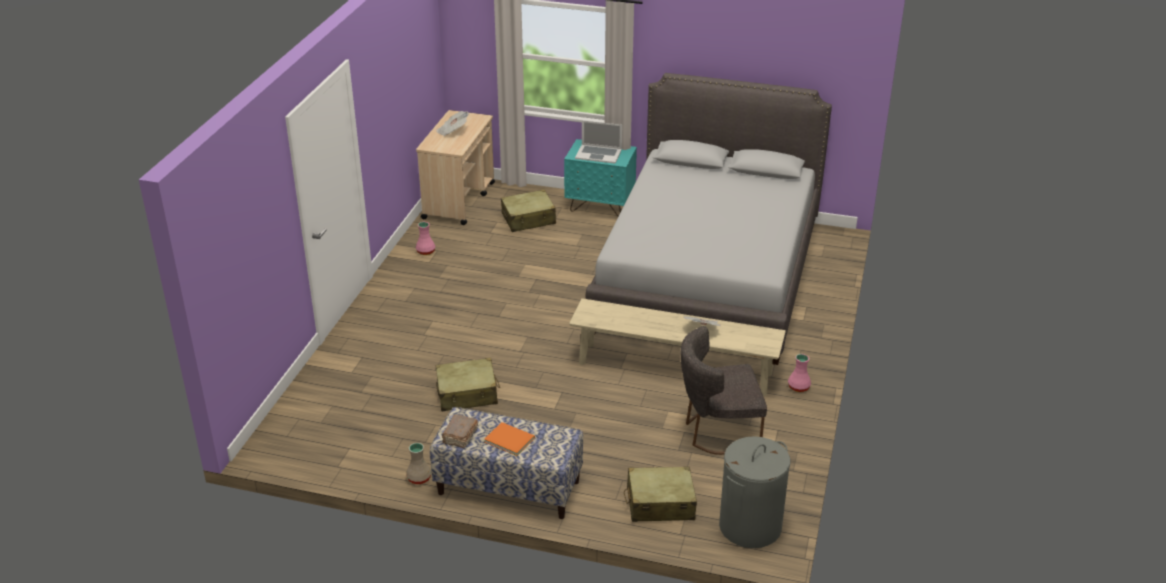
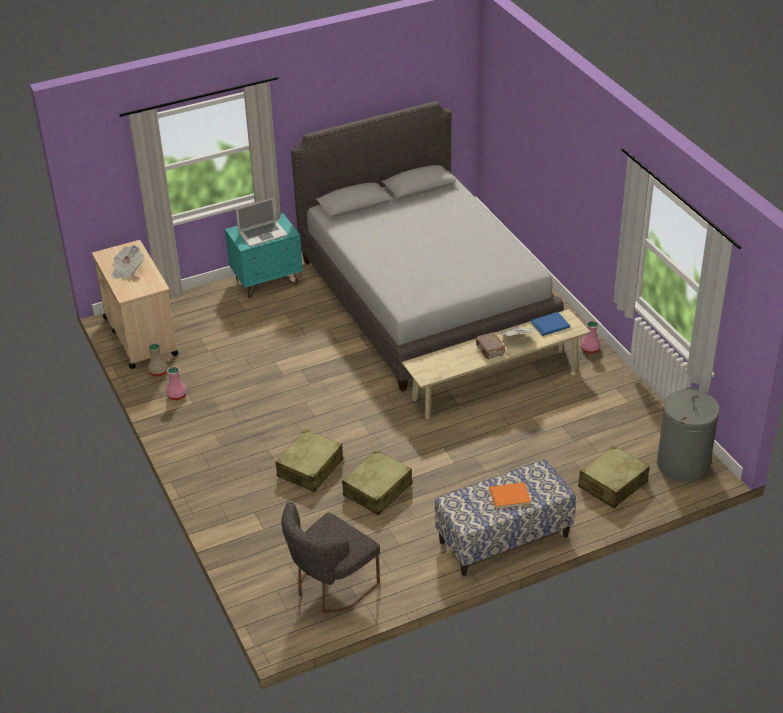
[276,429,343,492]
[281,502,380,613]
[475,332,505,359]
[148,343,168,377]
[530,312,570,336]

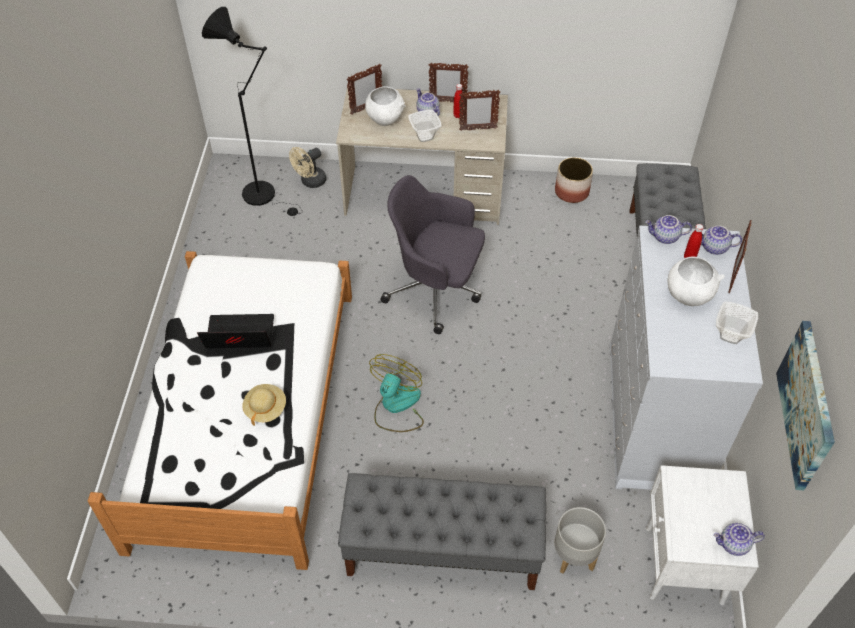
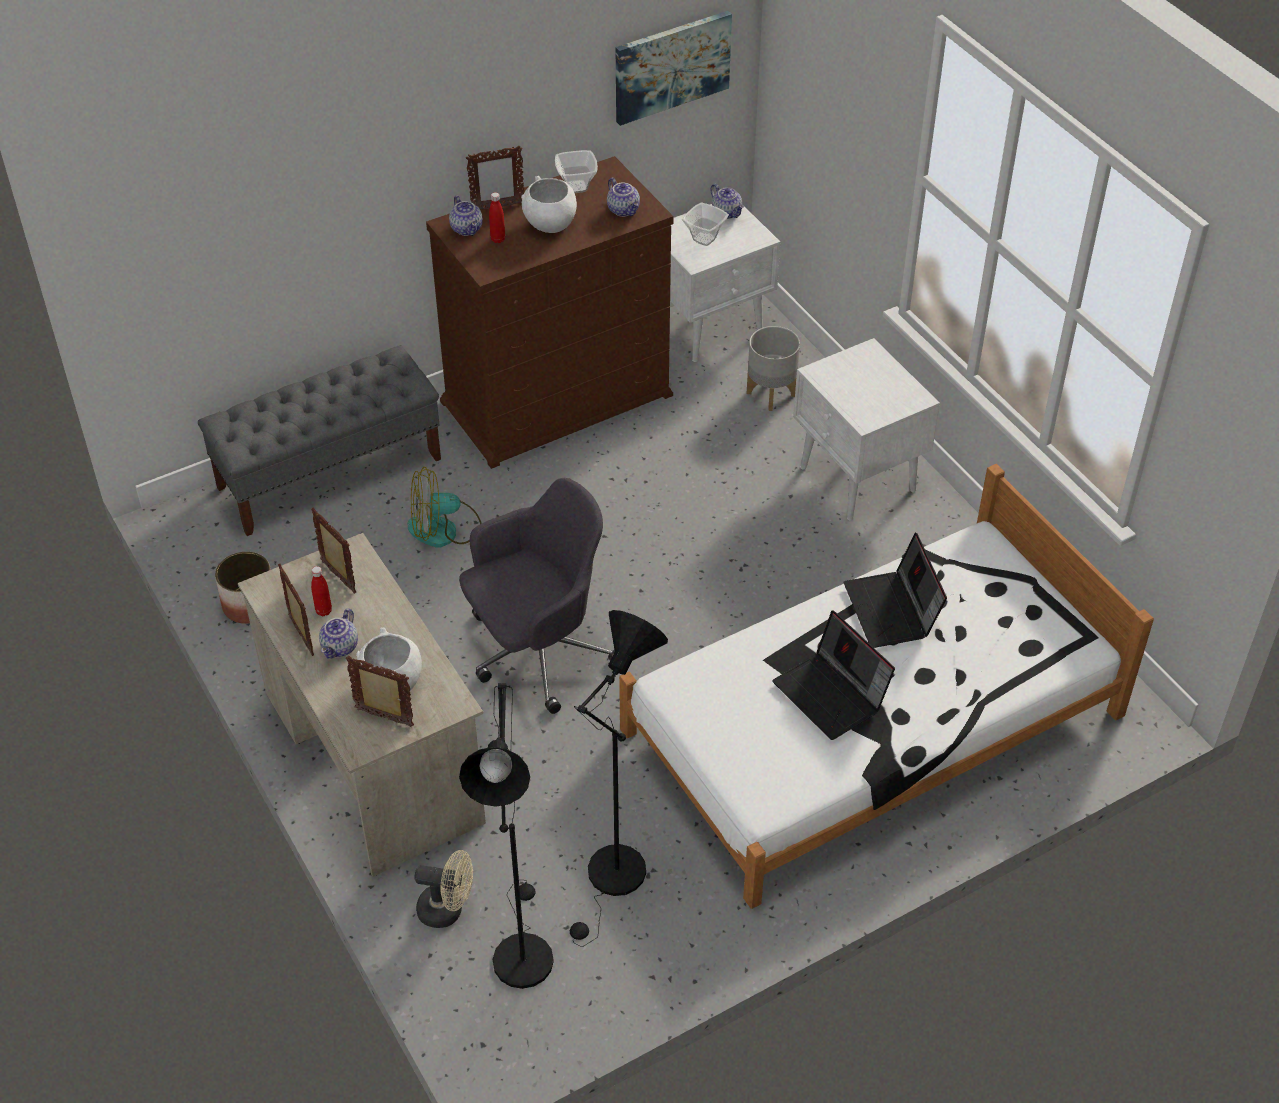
[682,202,729,246]
[459,478,615,714]
[607,178,640,217]
[426,156,673,469]
[407,467,482,548]
[843,532,947,648]
[793,338,940,521]
[570,610,668,947]

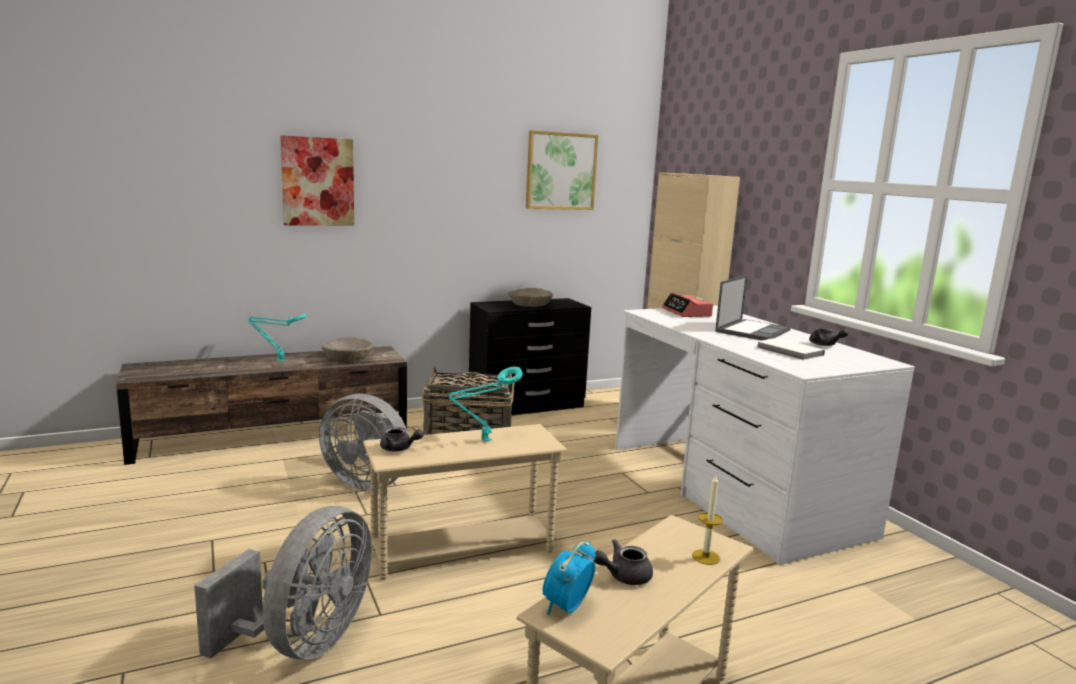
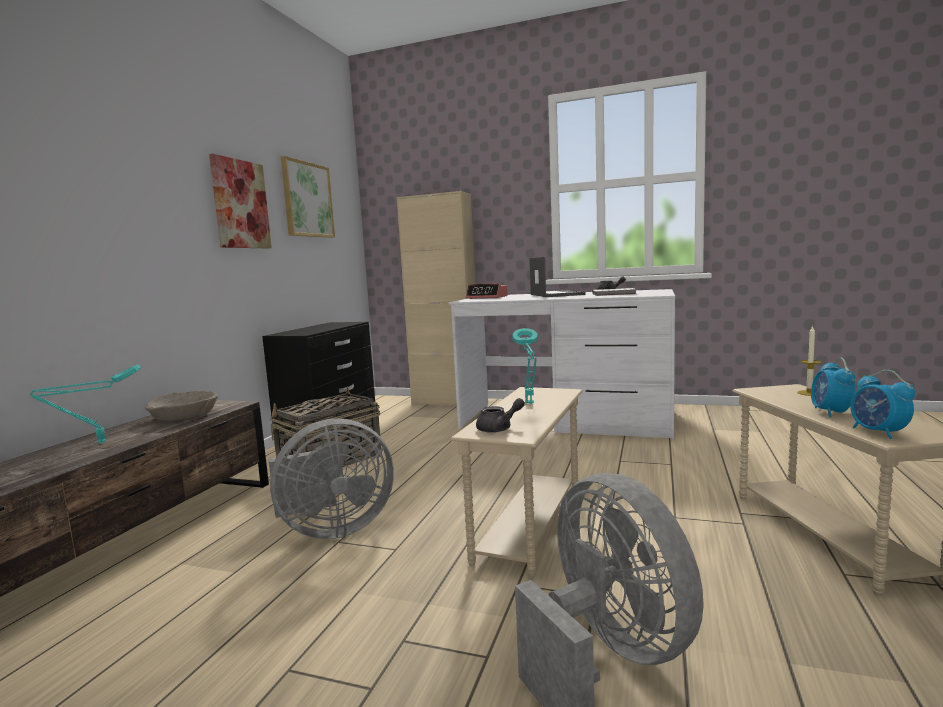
[209,154,272,248]
[508,288,553,307] (first image)
[811,358,855,417]

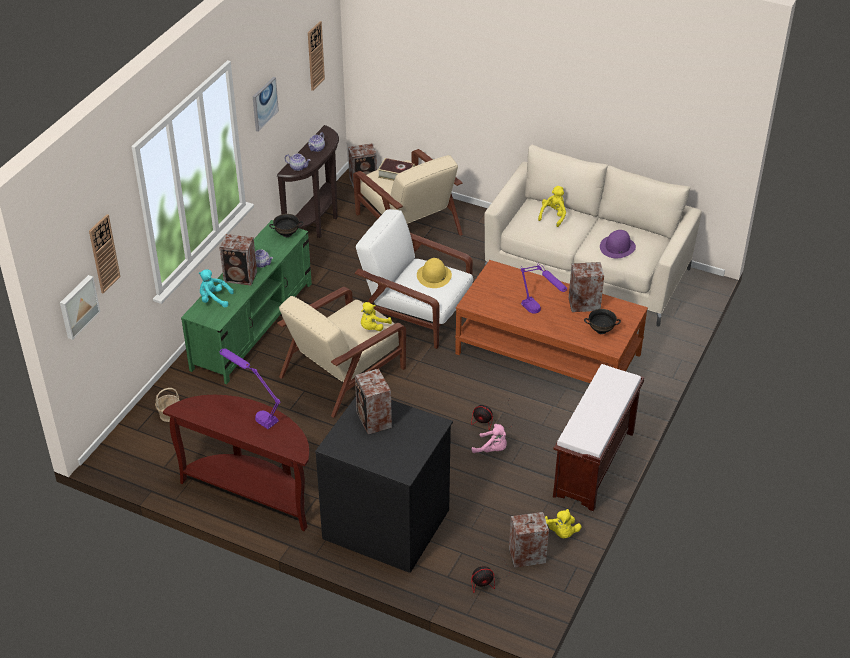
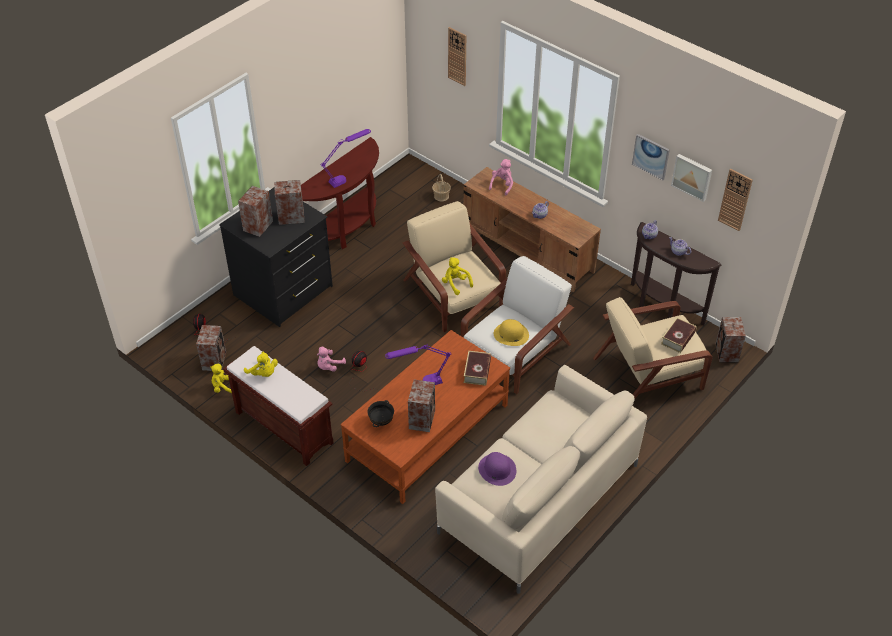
[244,352,278,377]
[269,214,303,237] (first image)
[464,167,601,292]
[238,186,273,237]
[489,159,513,195]
[671,154,712,202]
[464,351,491,386]

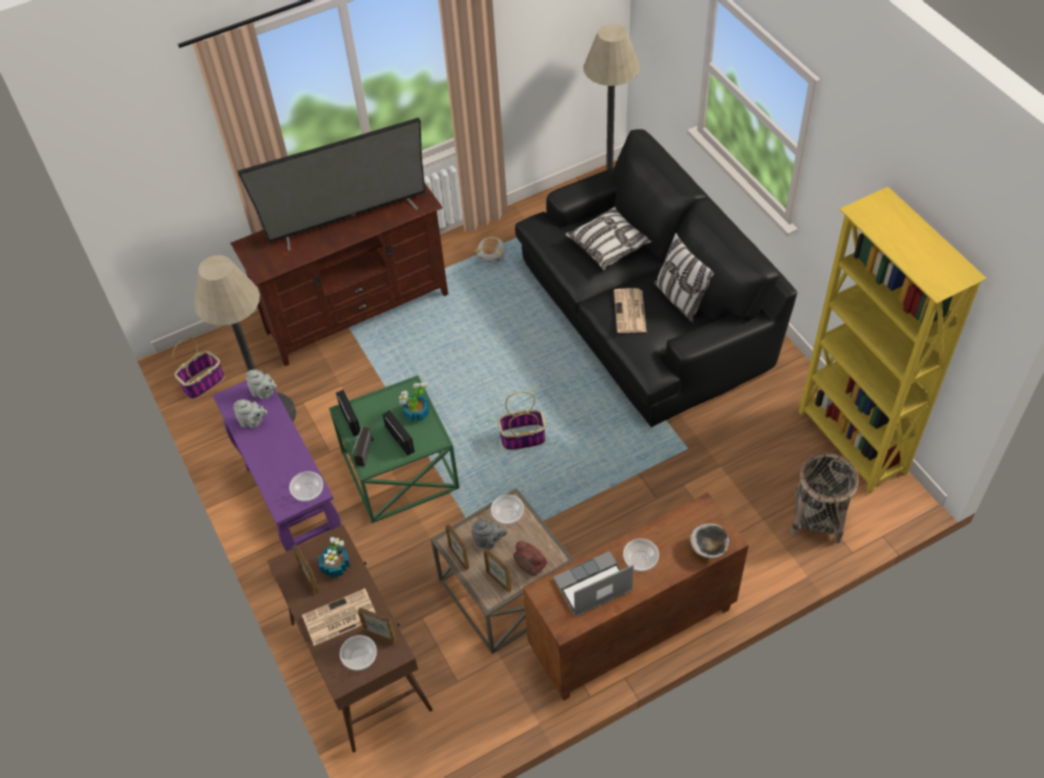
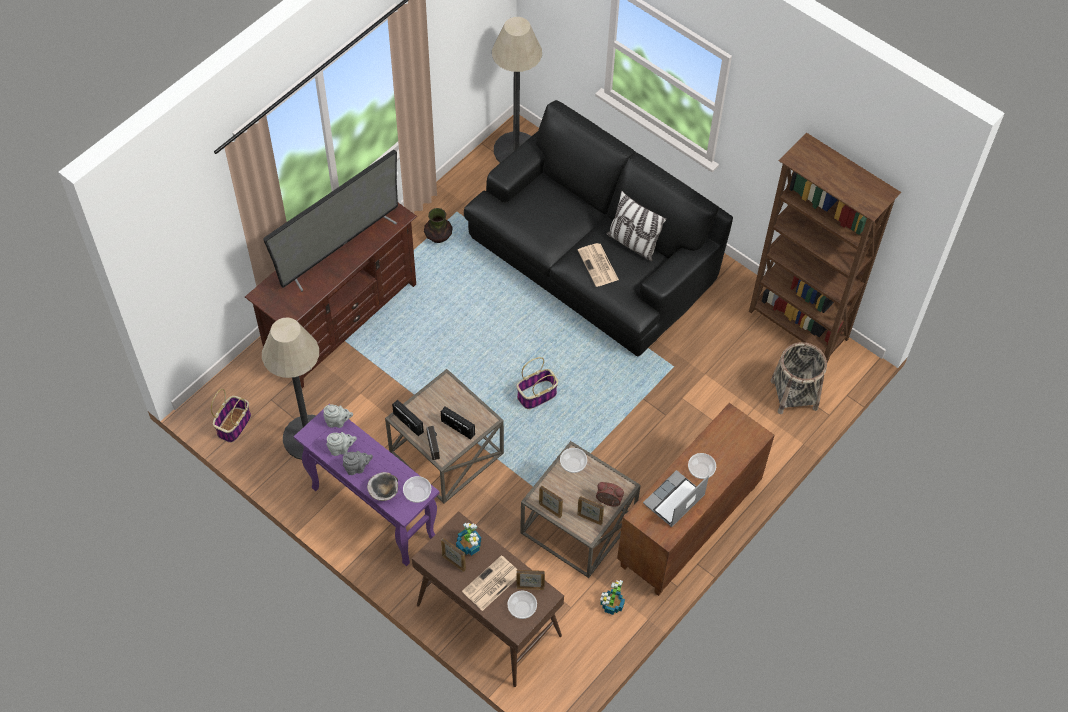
[749,133,901,362]
[565,207,652,270] (first image)
[424,208,453,243]
[385,369,504,503]
[600,580,625,615]
[343,451,373,475]
[367,472,398,501]

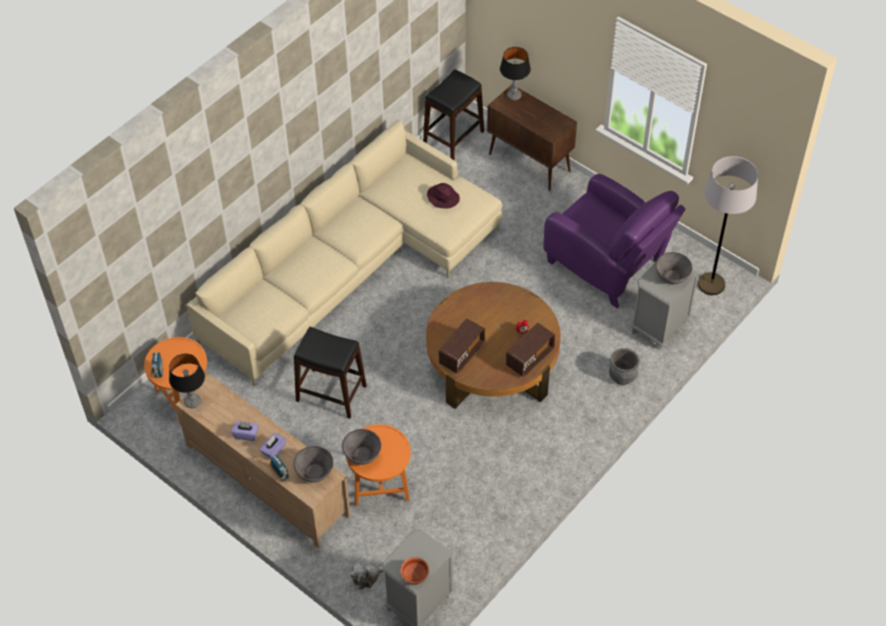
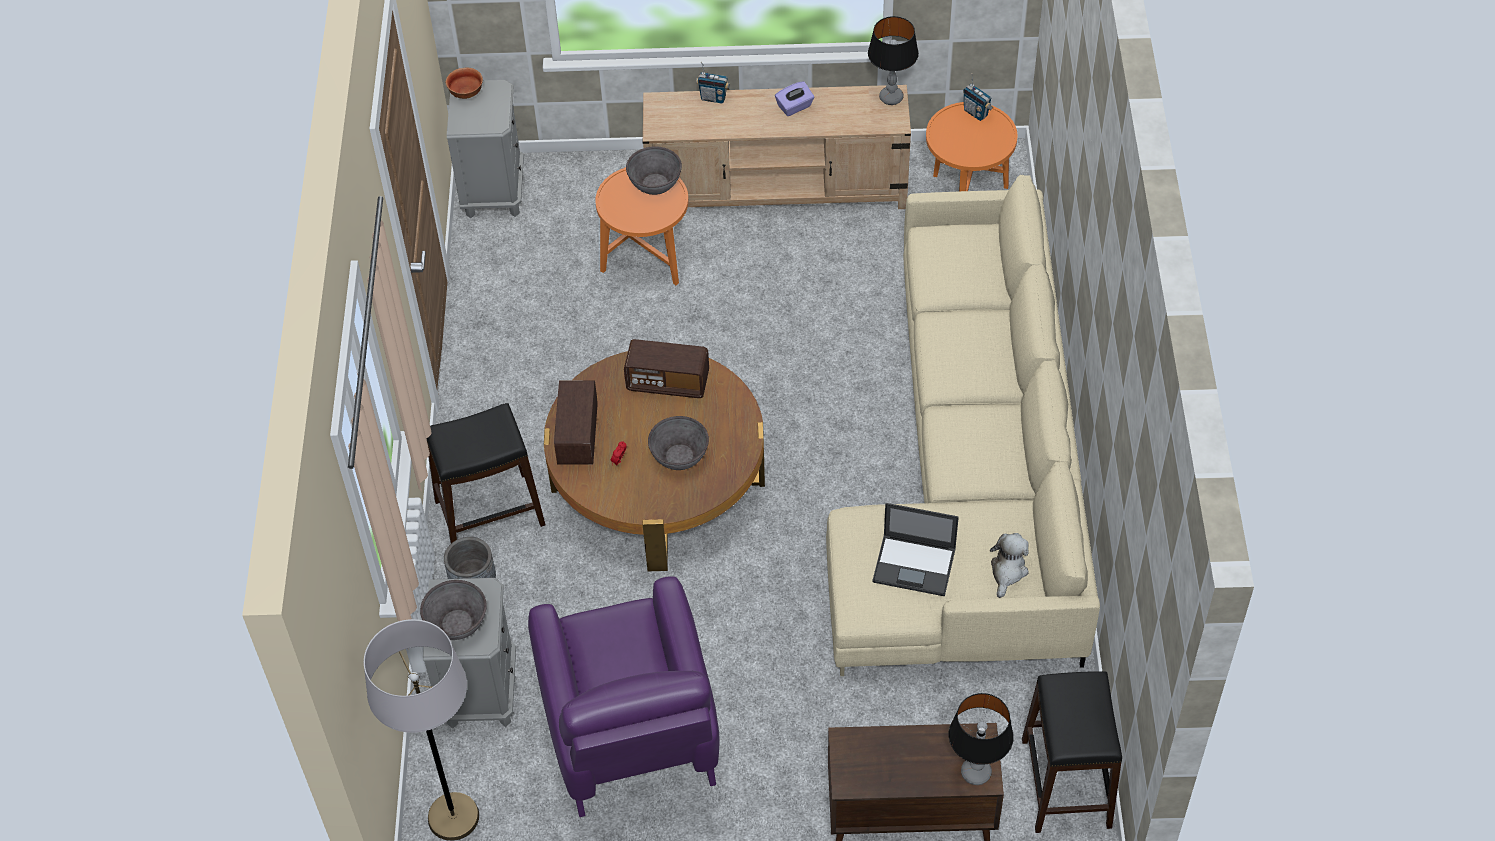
[528,576,720,817]
[872,503,959,596]
[624,339,709,398]
[426,403,546,543]
[260,433,286,459] (first image)
[648,416,709,470]
[990,533,1029,598]

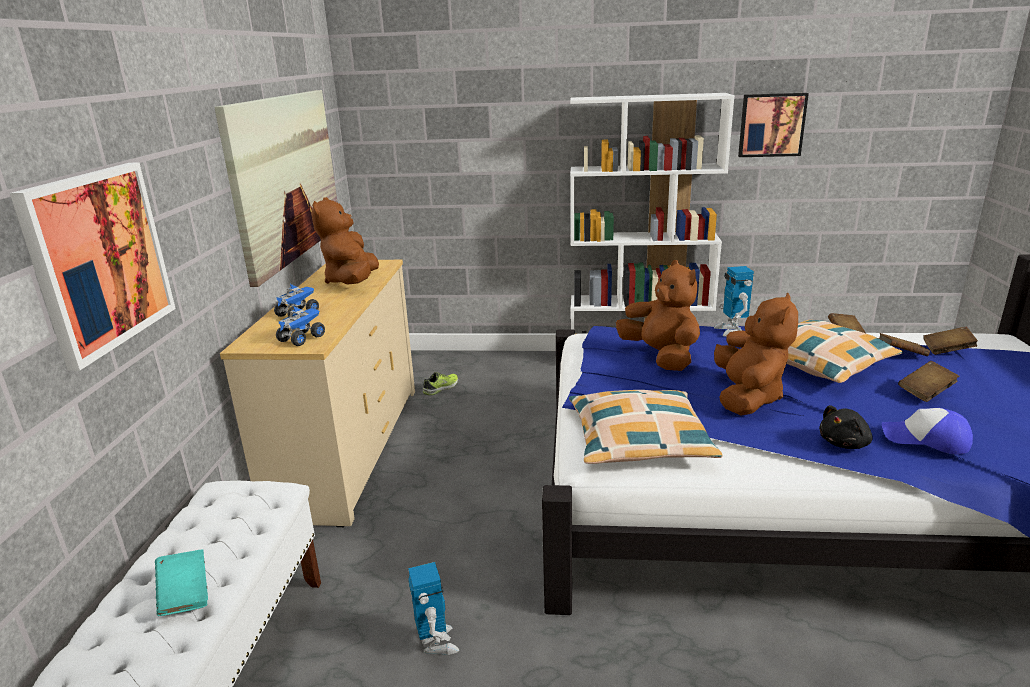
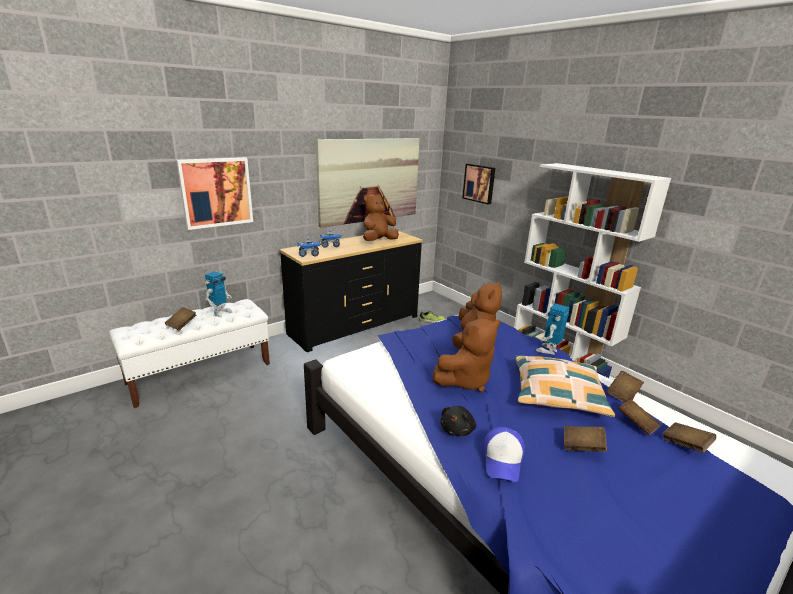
[462,163,495,205]
[279,231,423,352]
[569,390,722,464] (first image)
[440,406,476,436]
[484,427,525,482]
[165,307,196,330]
[205,271,232,317]

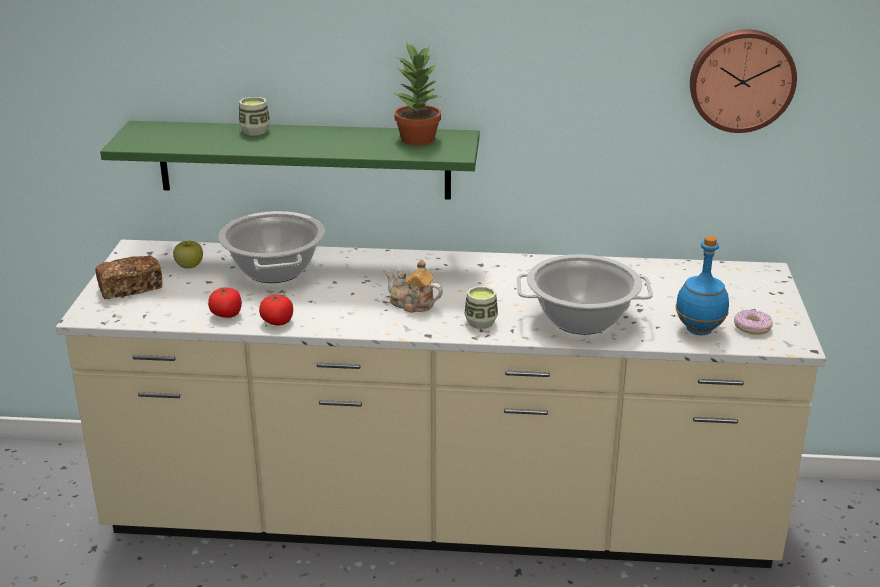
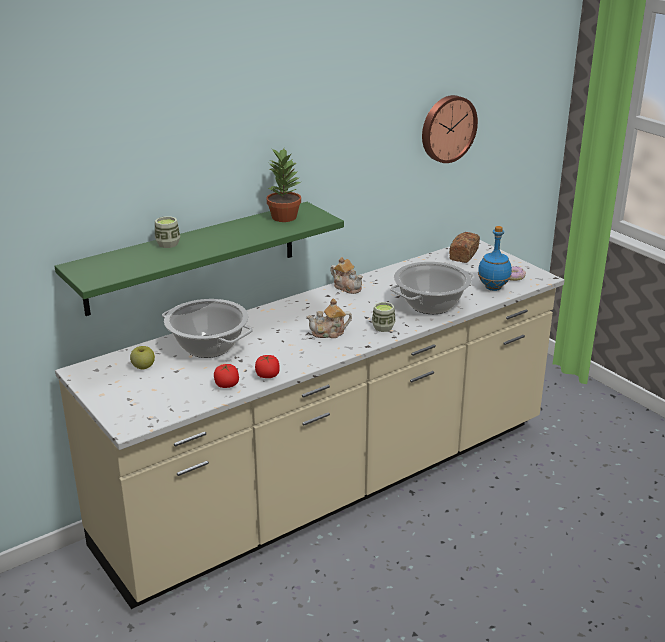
[449,232,480,263]
[330,257,363,294]

